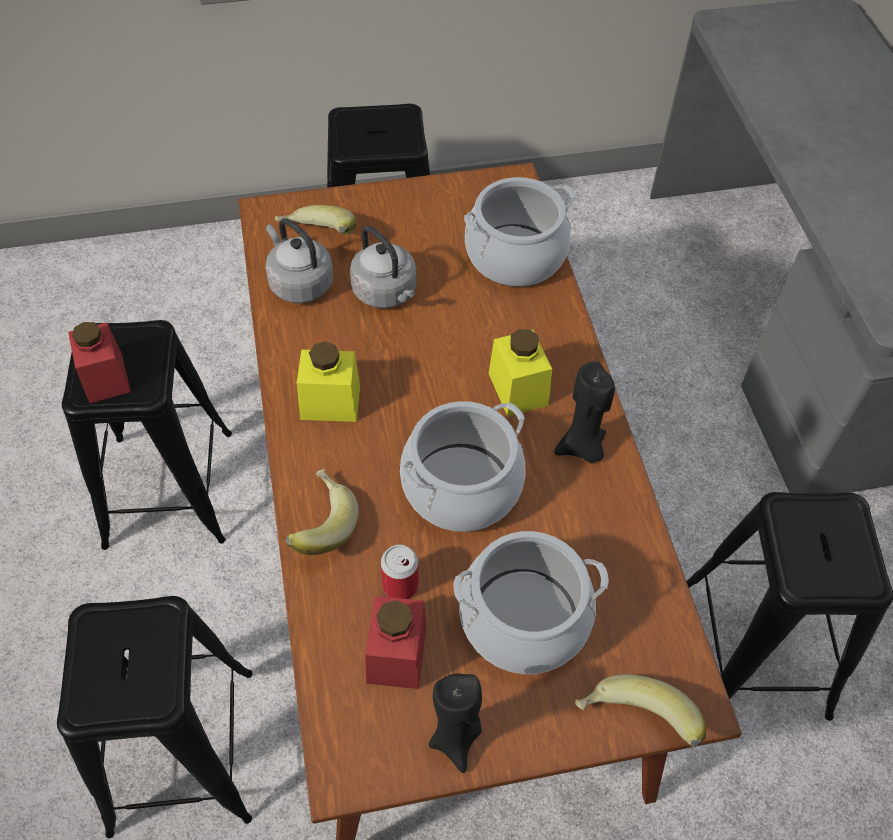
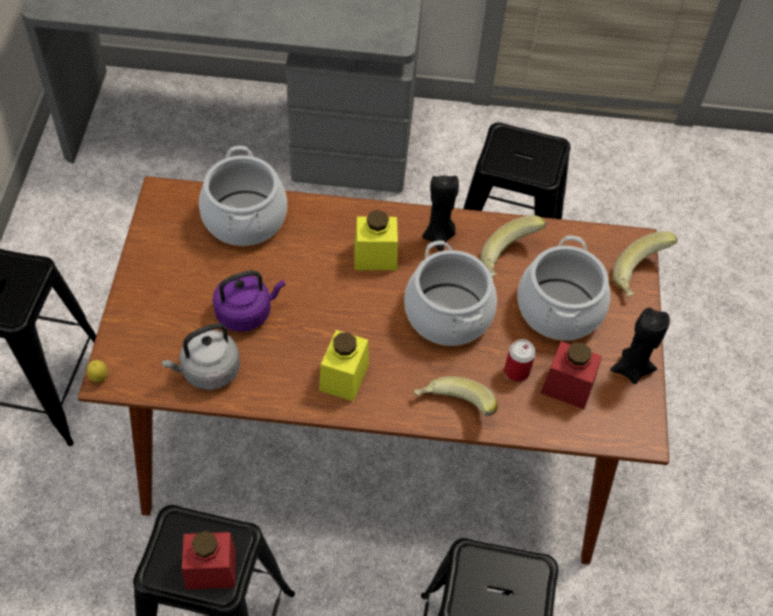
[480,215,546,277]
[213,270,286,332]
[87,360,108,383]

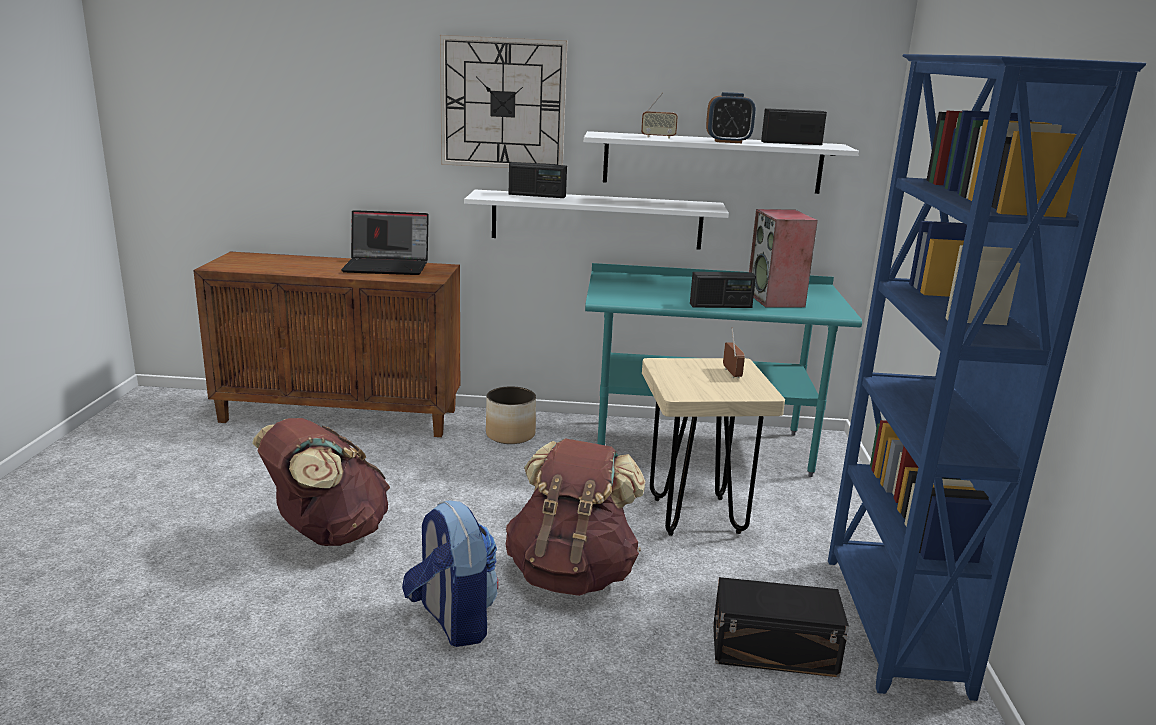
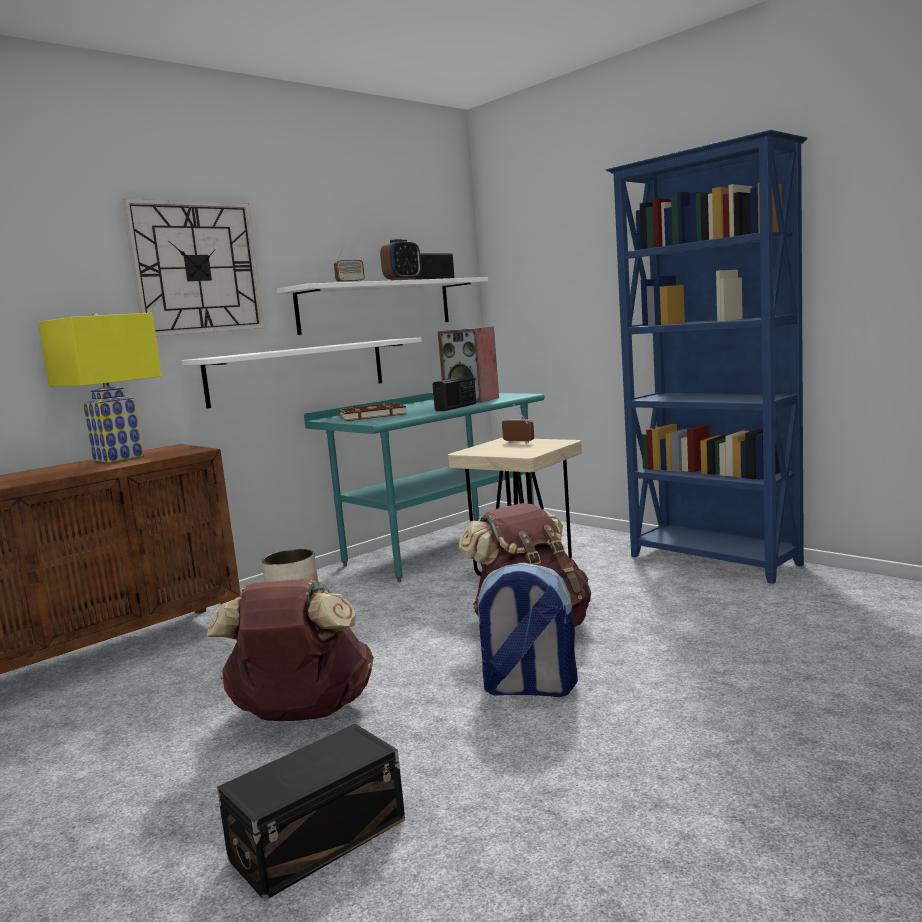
[509,162,567,198] (first image)
[38,313,162,463]
[217,724,405,901]
[339,403,407,421]

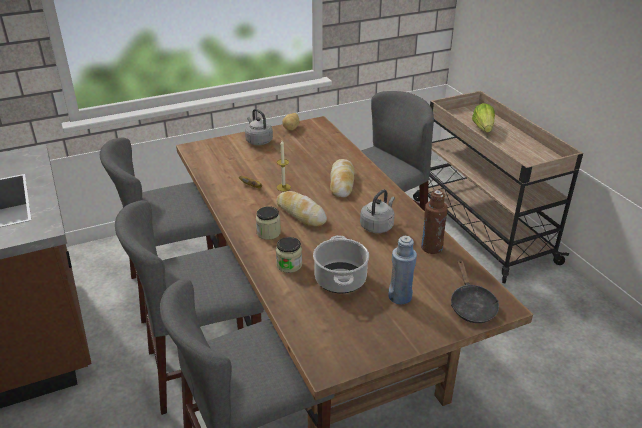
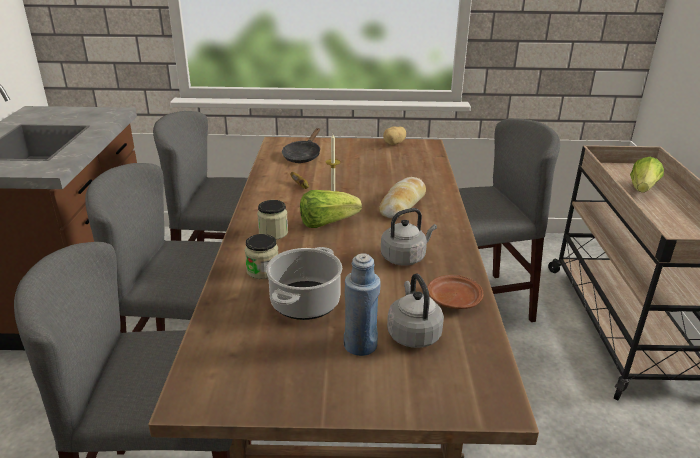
[387,273,444,348]
[428,275,483,309]
[300,190,362,228]
[282,128,320,163]

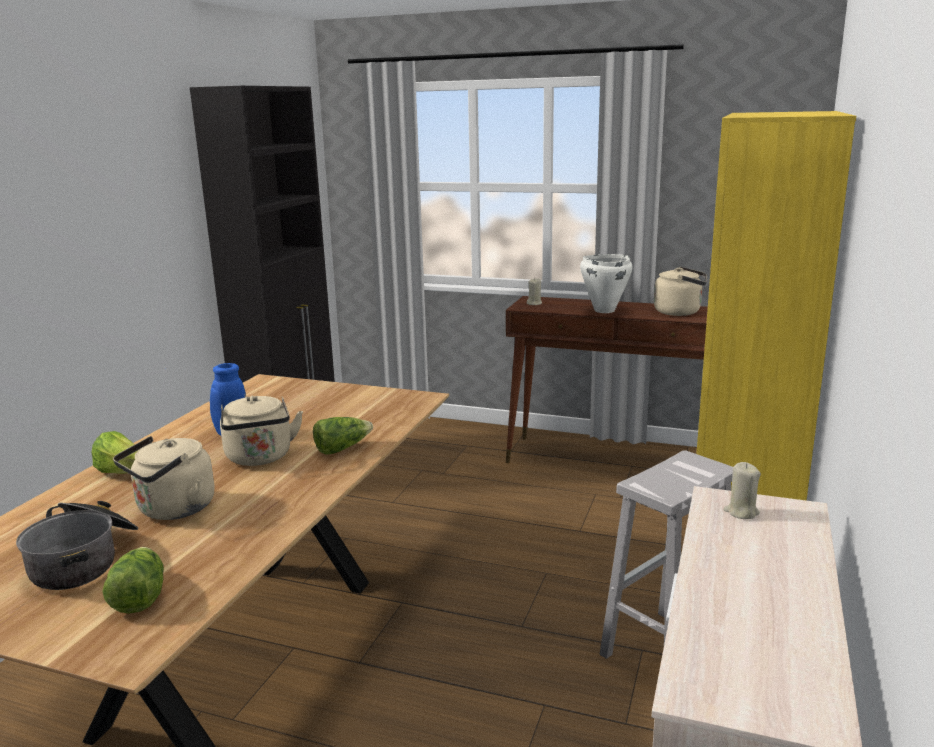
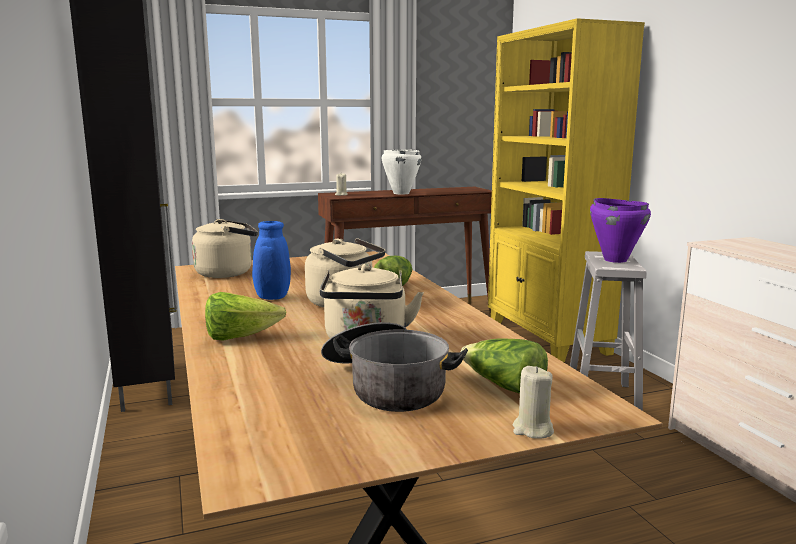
[192,219,258,278]
[513,366,554,439]
[590,198,651,263]

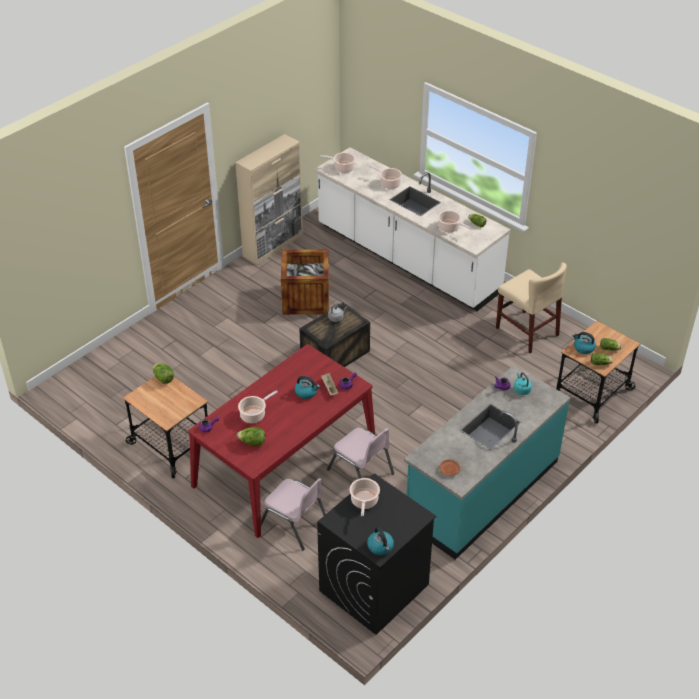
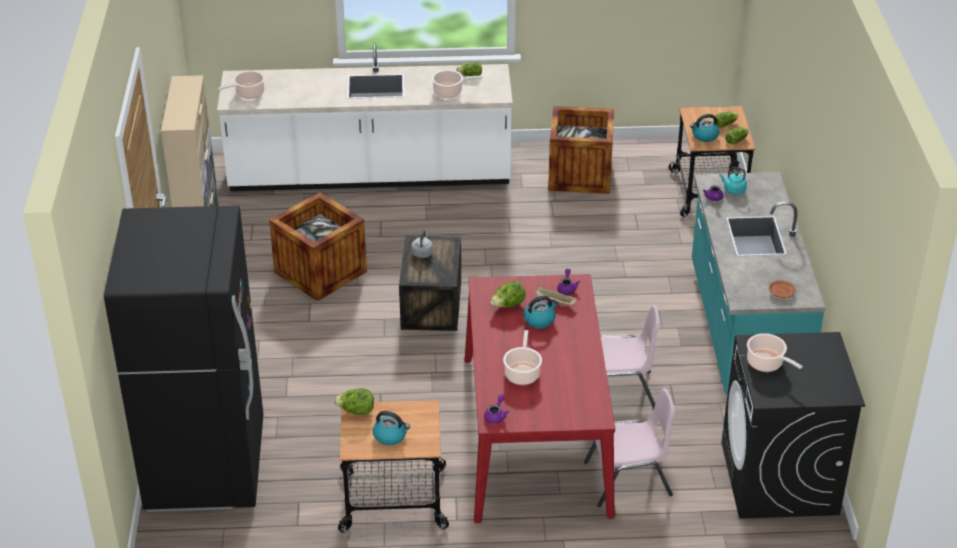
[369,165,402,189] (first image)
[548,106,614,194]
[490,281,526,307]
[373,411,410,445]
[104,206,263,512]

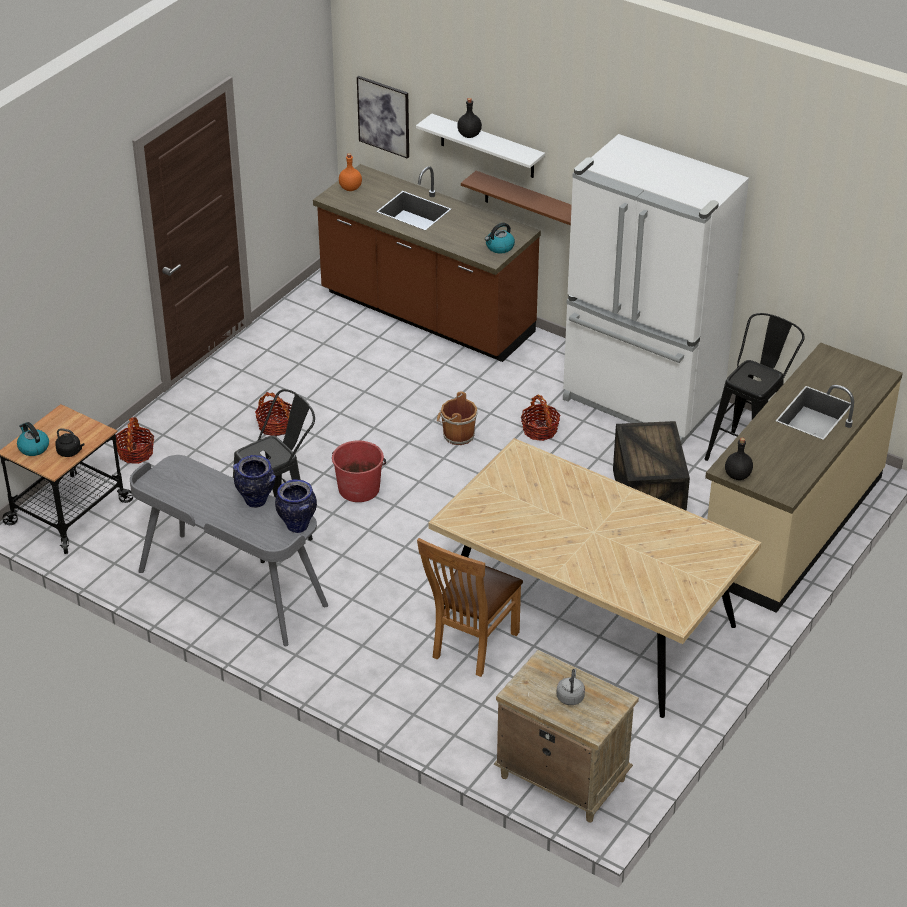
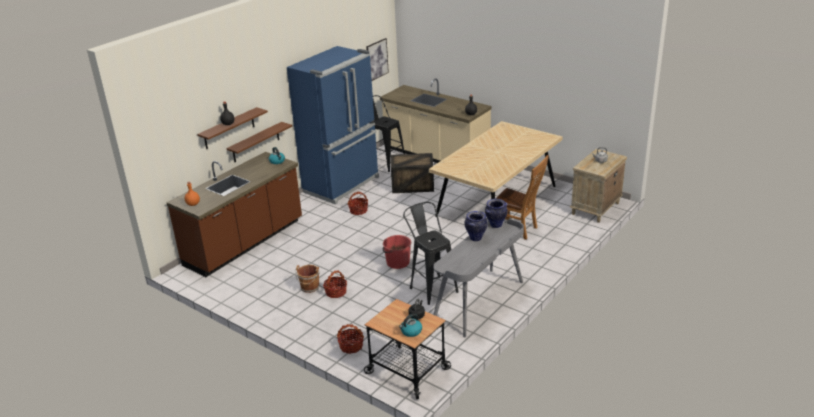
[366,38,389,81]
[197,107,268,149]
[287,46,379,204]
[295,265,320,293]

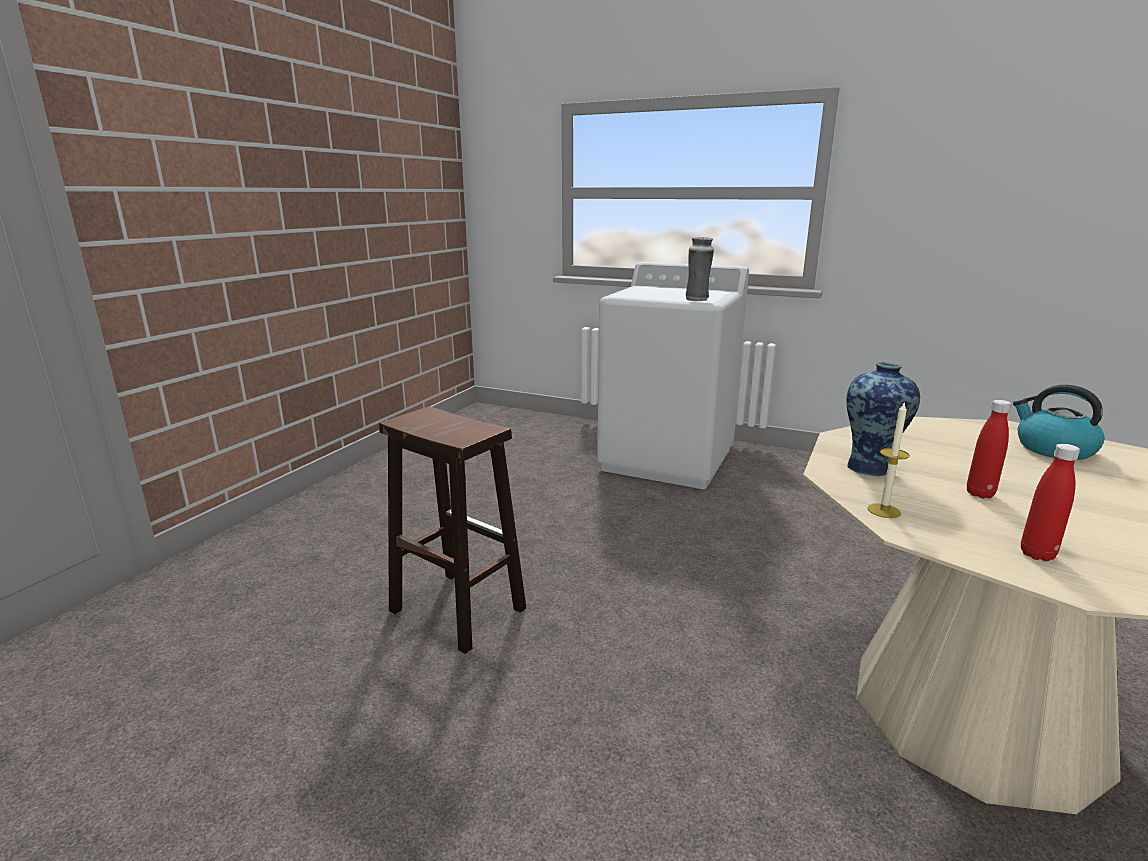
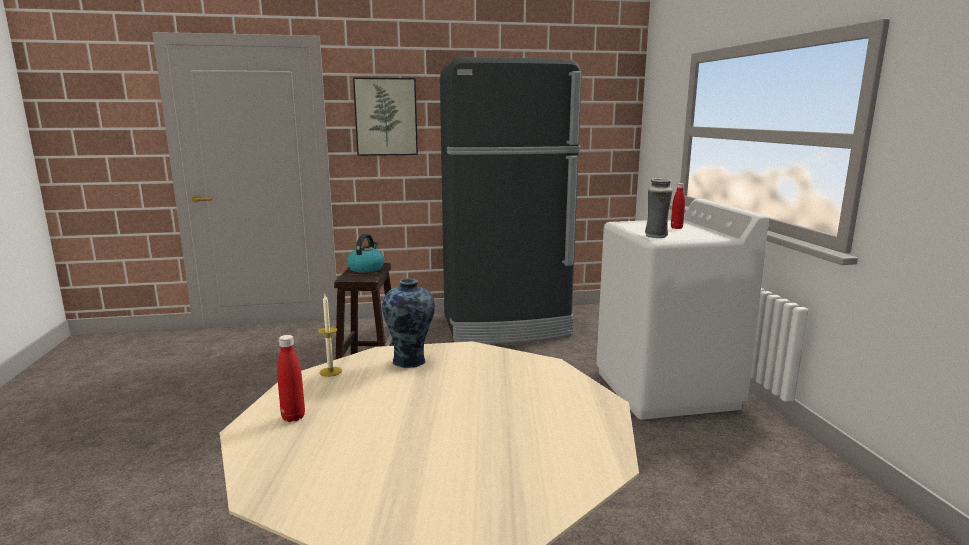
[347,234,384,272]
[671,183,685,229]
[440,57,582,344]
[353,77,418,156]

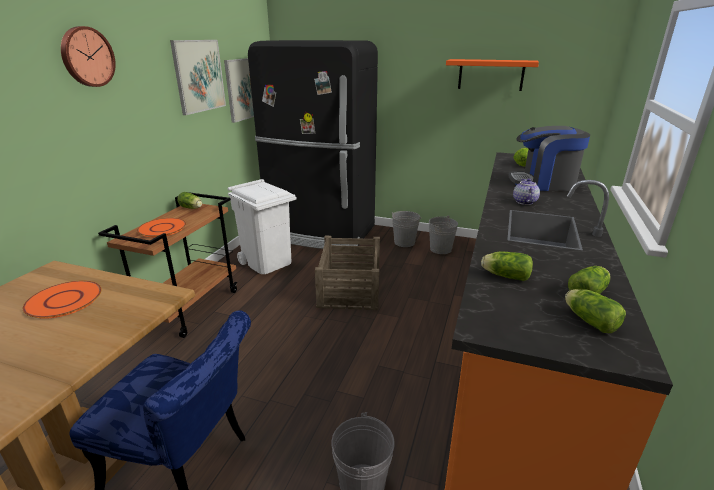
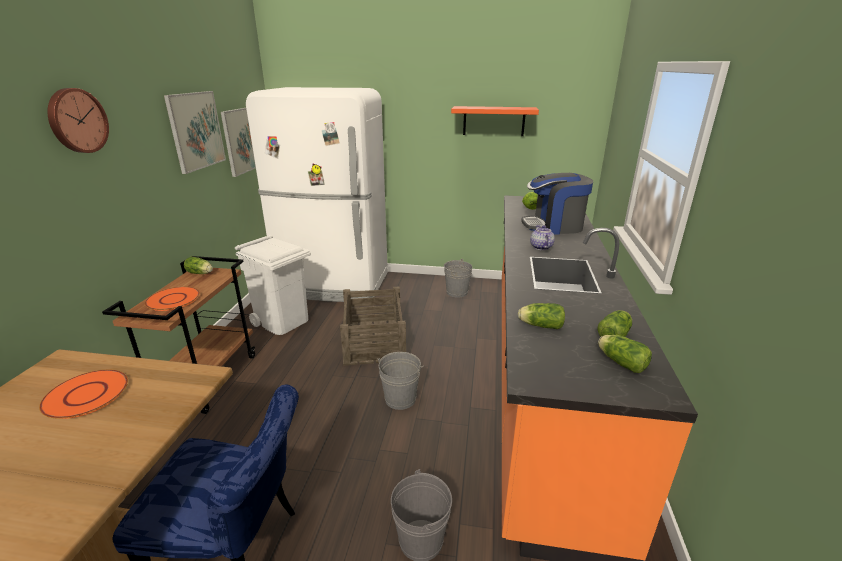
[246,87,388,302]
[378,352,423,410]

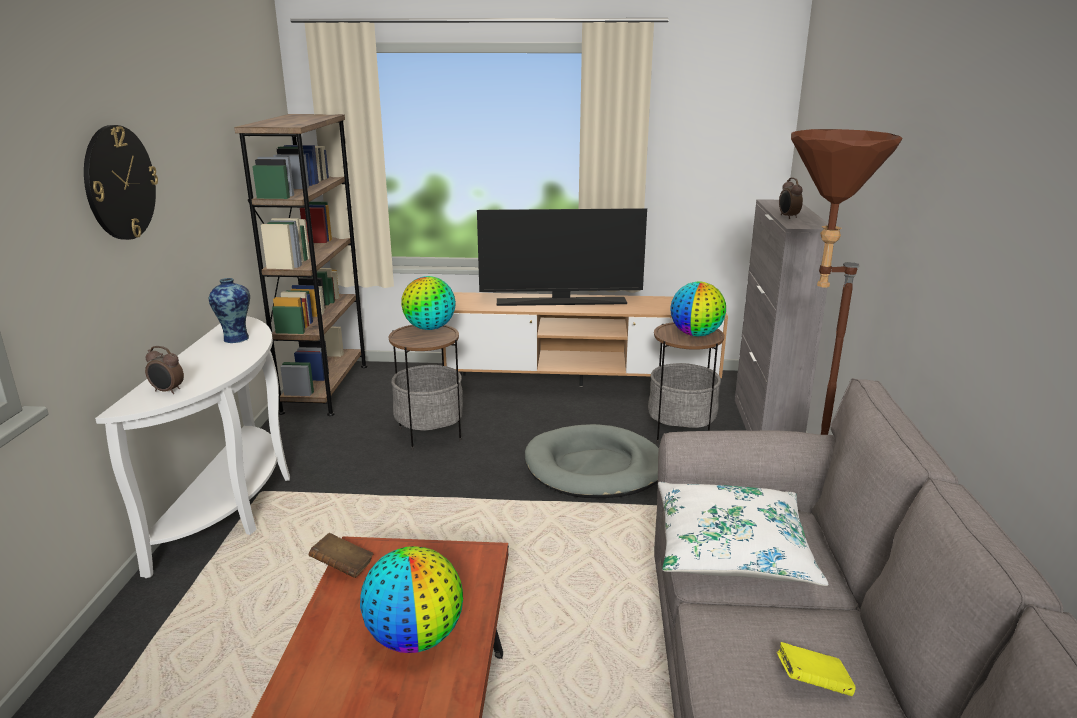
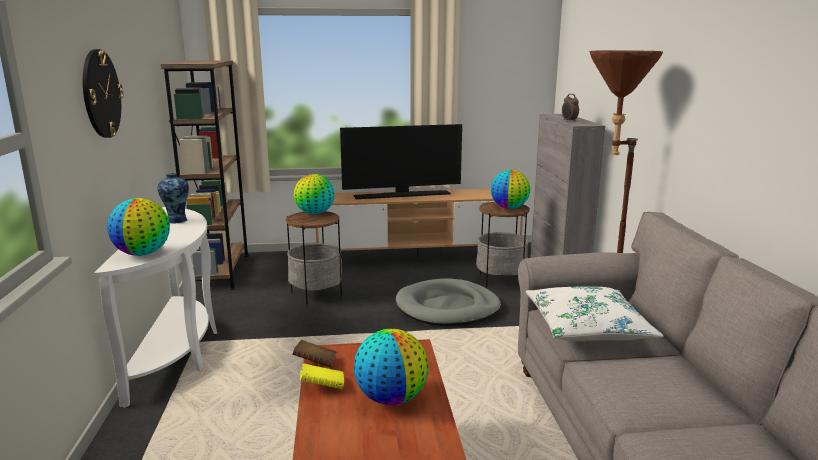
[107,198,170,256]
[300,363,344,389]

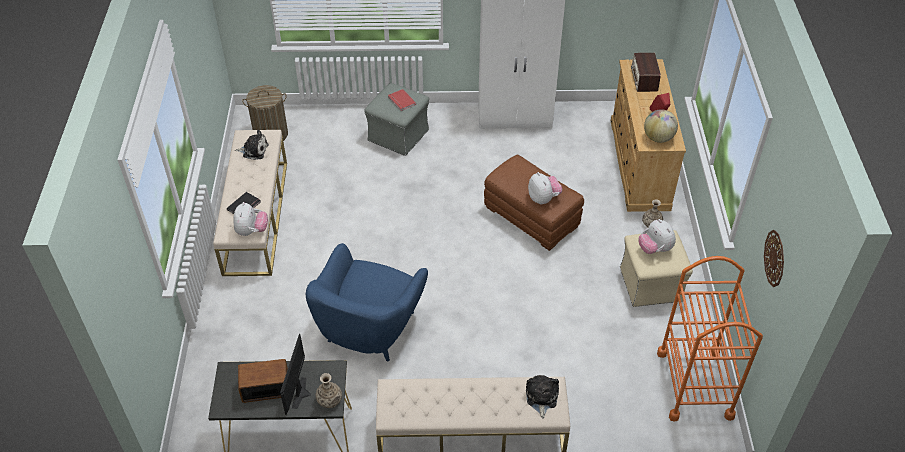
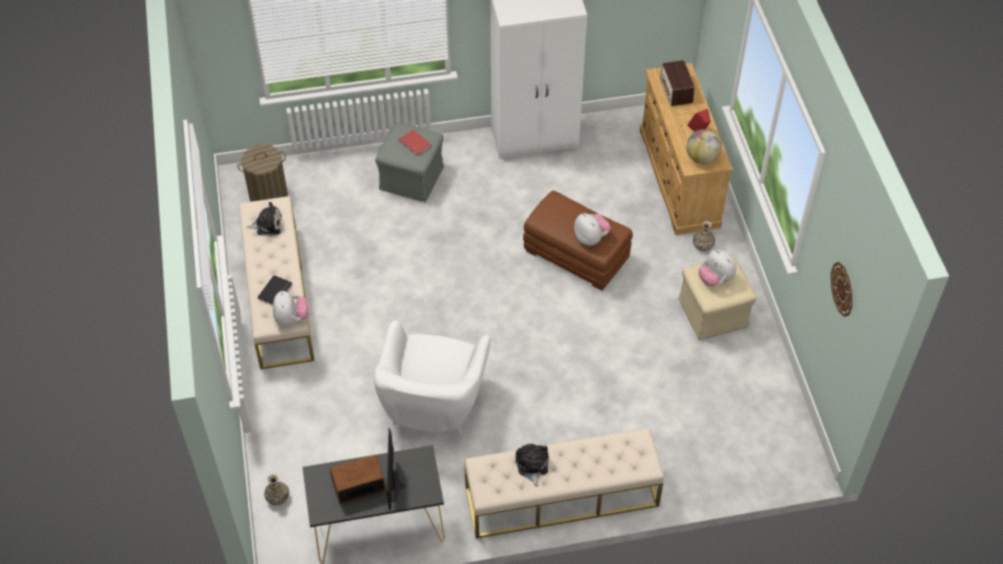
[374,320,491,436]
[657,256,763,422] (first image)
[264,474,289,505]
[516,444,549,487]

